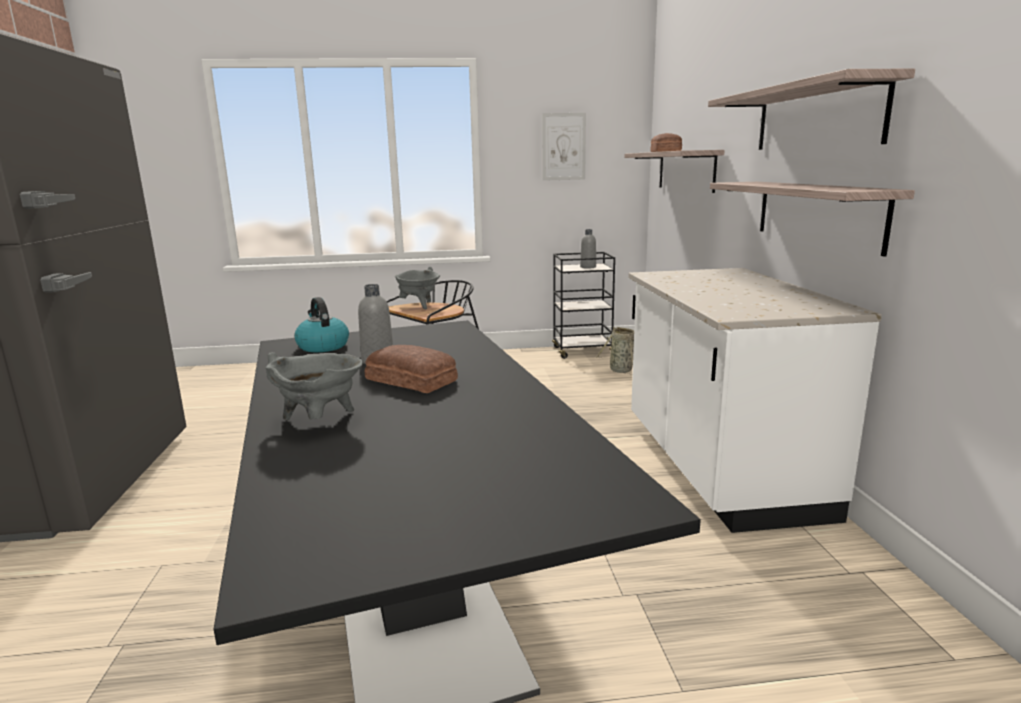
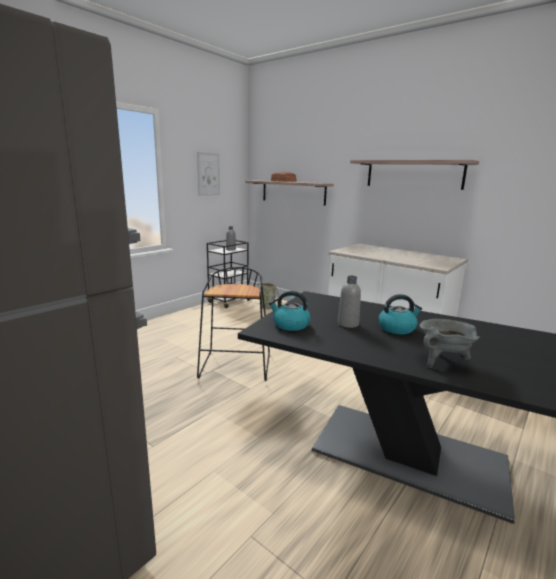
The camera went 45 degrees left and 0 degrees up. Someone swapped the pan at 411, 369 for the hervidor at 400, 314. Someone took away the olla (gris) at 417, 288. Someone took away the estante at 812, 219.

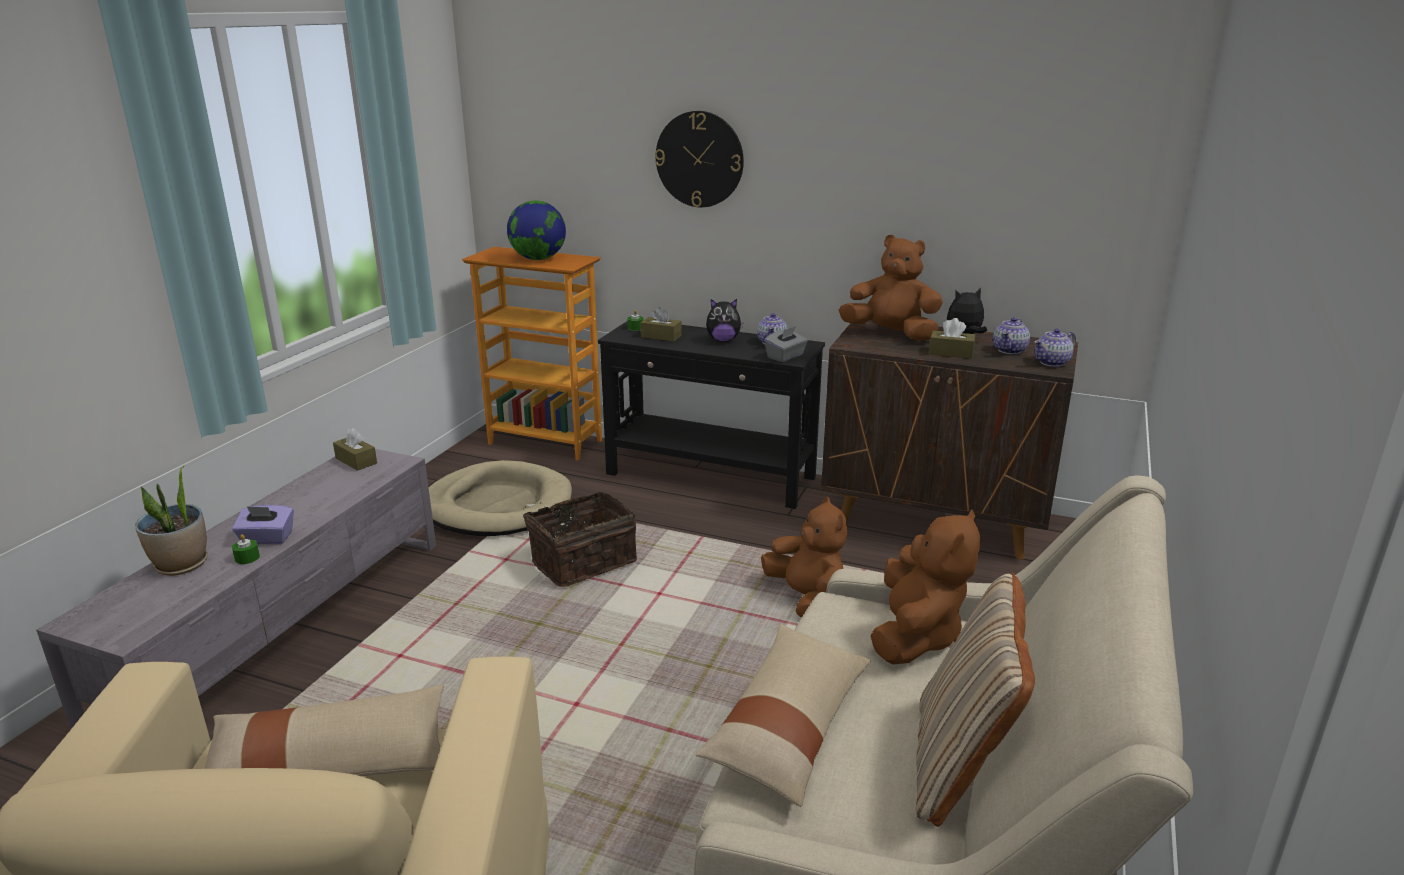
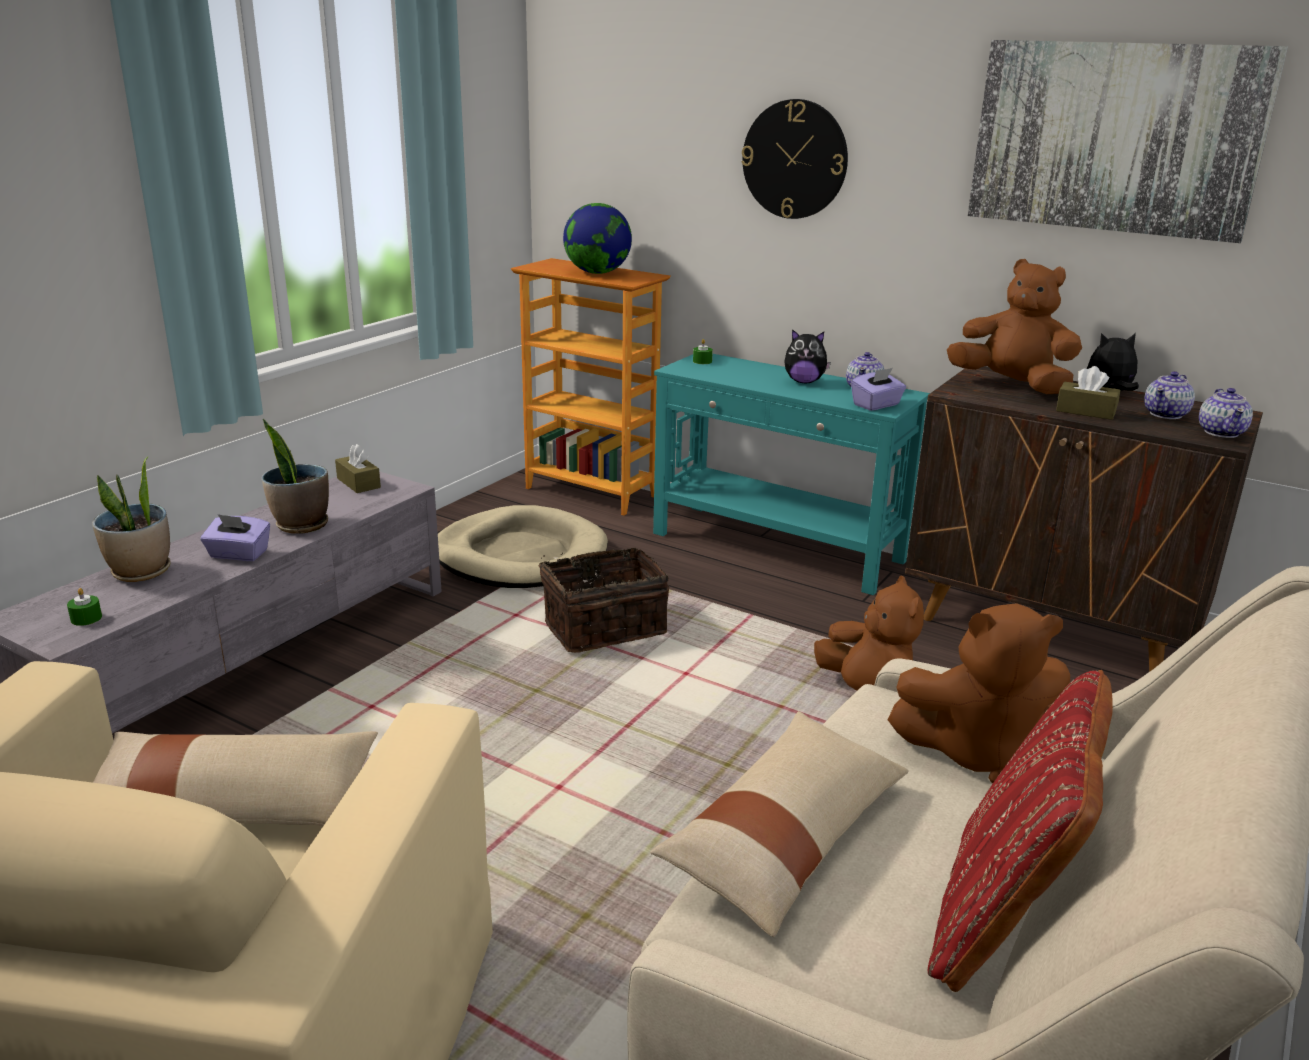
The camera went 10 degrees right and 0 degrees up. Someone carried the vela (verde) from 246, 549 to 84, 607. Someone put down the planta en maceta at 295, 476. Someone repainted the mesa consola (negro) at 711, 415, which became the mesa consola (turquesa) at 791, 474. Someone repainted the caja de pañuelos (gris) at 786, 344, which became the caja de pañuelos (morado) at 878, 389. Someone rotated the peluche (marrón) at 925, 587 by 60 degrees clockwise. Someone repainted the cojín (beis) at 975, 699, which became the cojín (rojo) at 1020, 831. Someone put up the cuadro at 1128, 141. Someone rotated the tetera at 1055, 347 by 60 degrees counterclockwise. Someone took away the caja de pañuelos (marrón) at 661, 324.

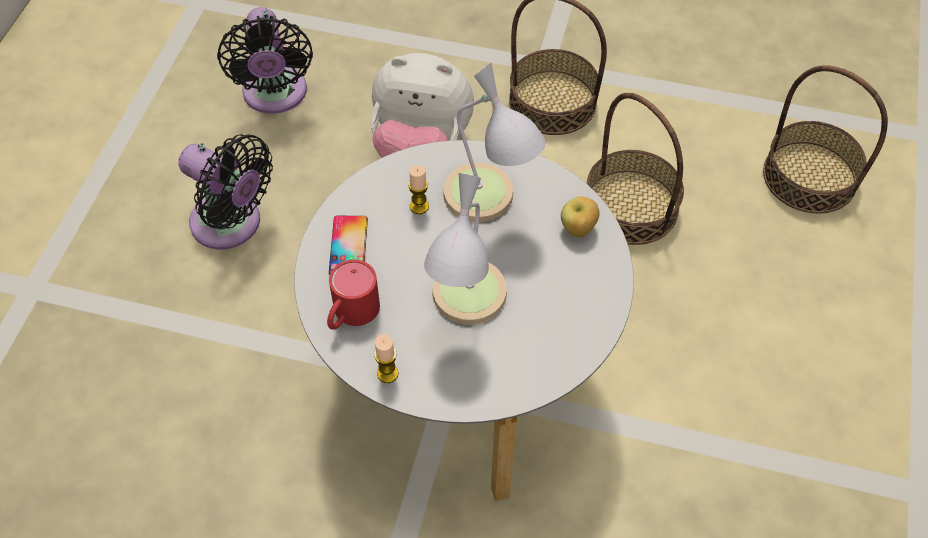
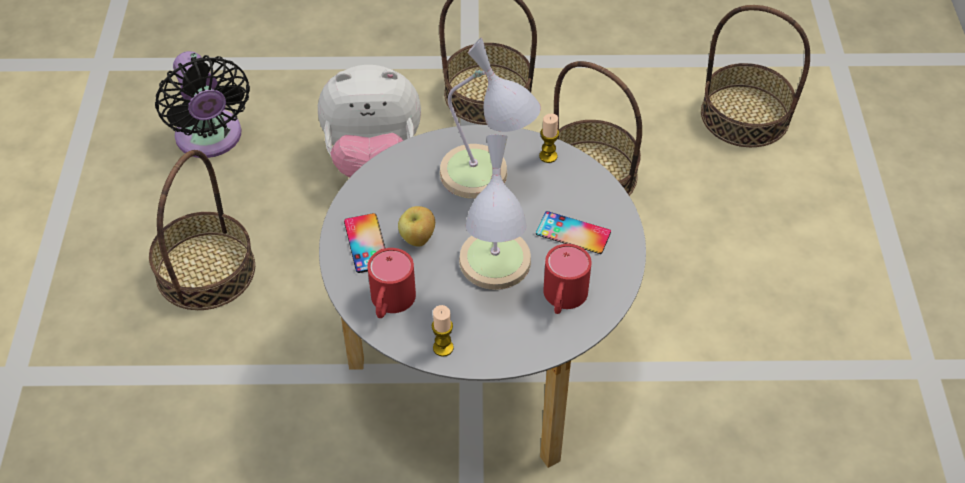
The camera went 15 degrees left and 5 degrees down. Someone swapped the ventilador (negro) at 225, 192 for the cesta at 202, 230. Someone carried the manzana from 580, 216 to 416, 226. Someone put down the móvil at 573, 232. Someone carried the vela from 418, 189 to 549, 138. Someone put down the taza grande (rojo) at 567, 279.

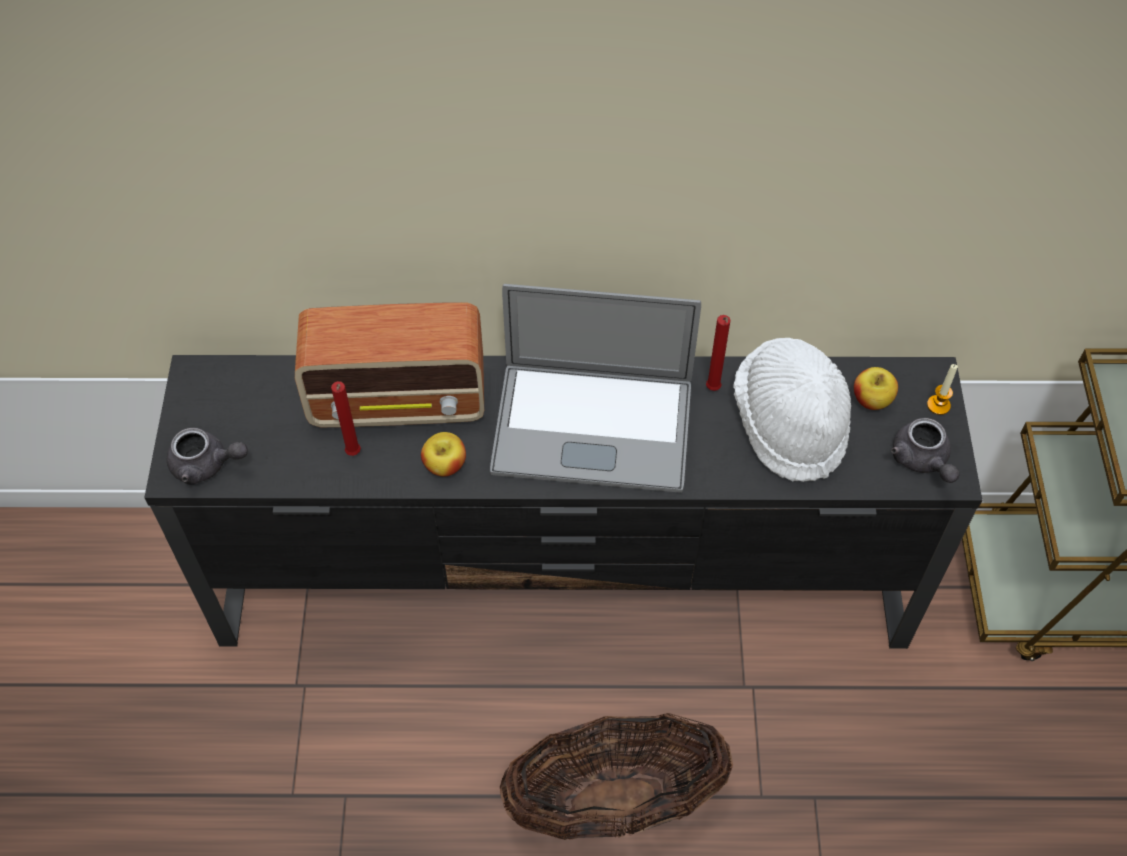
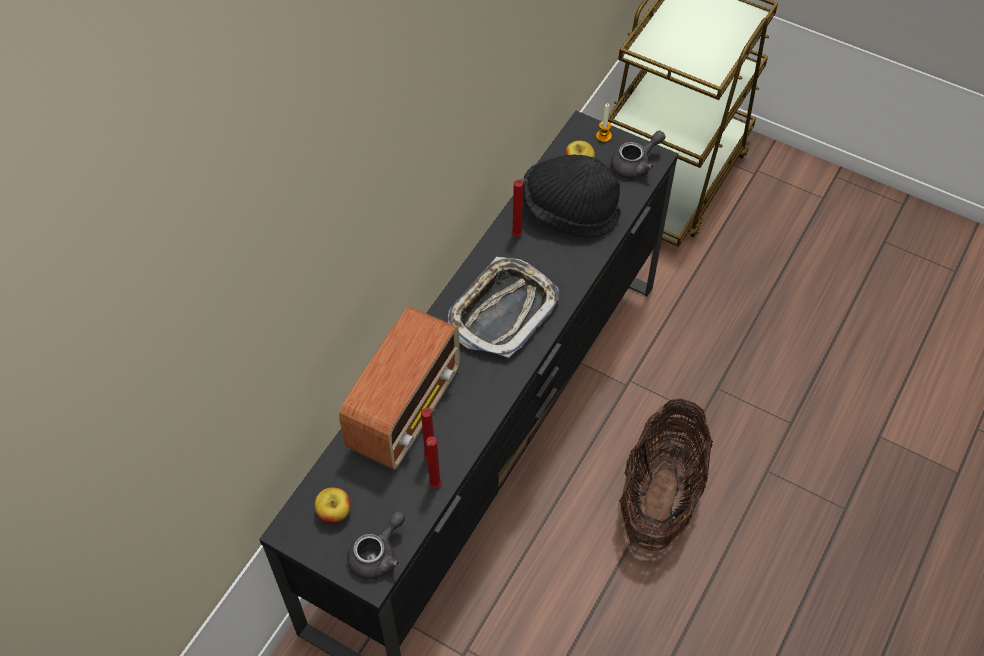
The camera went 60 degrees left and 0 degrees up. Someone carried the manzana from 443, 454 to 333, 505. Someone put down the vela (rojo) at 433, 462. Someone swapped the portátil at 595, 388 for the bandeja at 503, 307. Someone repainted the sombrero (blanco) at 792, 410, which became the sombrero (negro) at 572, 196. Someone rotated the tetera (gris) at 925, 450 by 45 degrees counterclockwise.

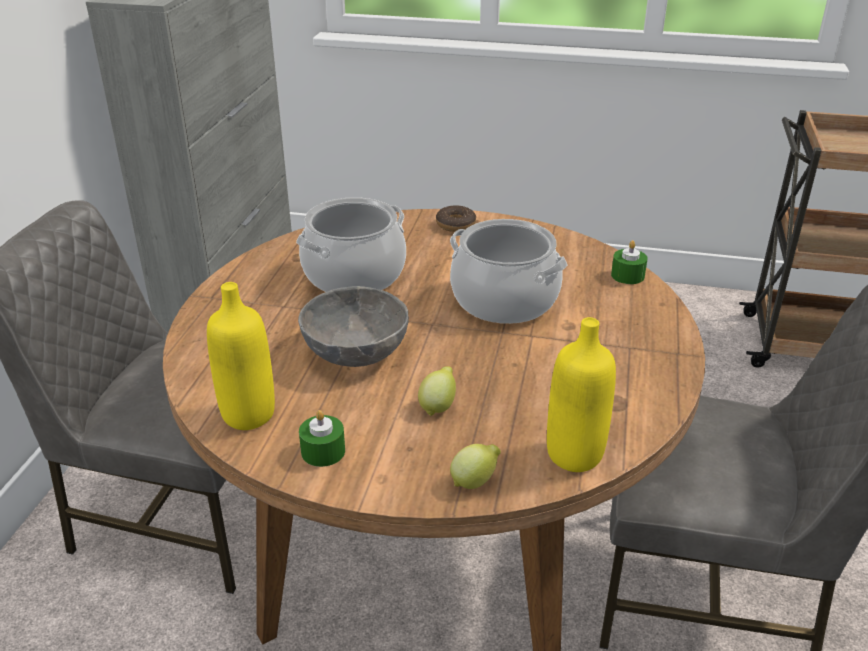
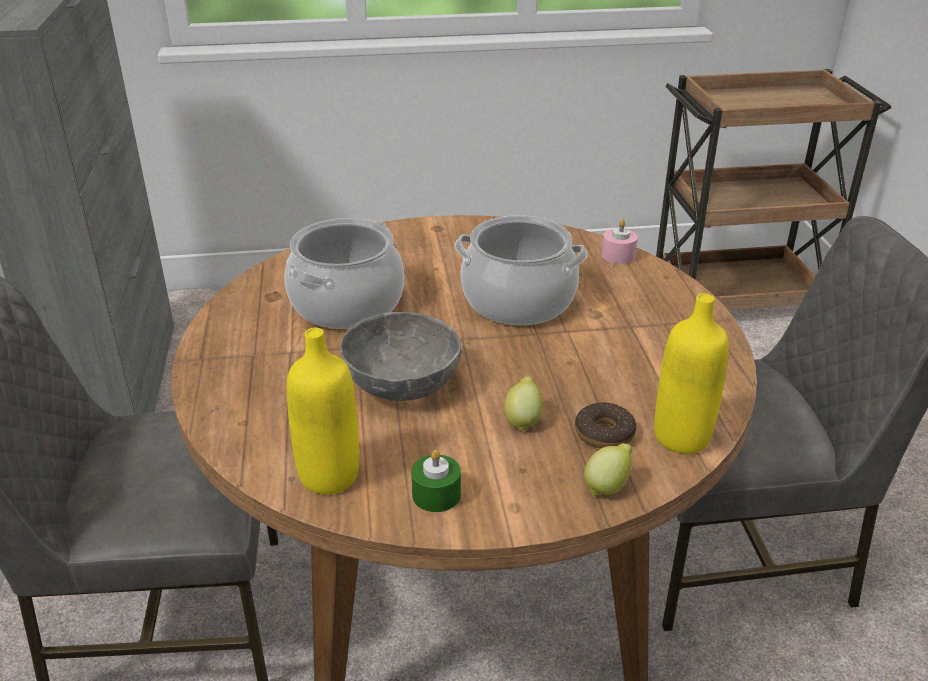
The camera went 20 degrees left and 0 degrees up. Someone carried the rosquilla from 456, 218 to 605, 425. Someone repainted the vela (verde) at 629, 262, which became the vela (rosa) at 620, 241.

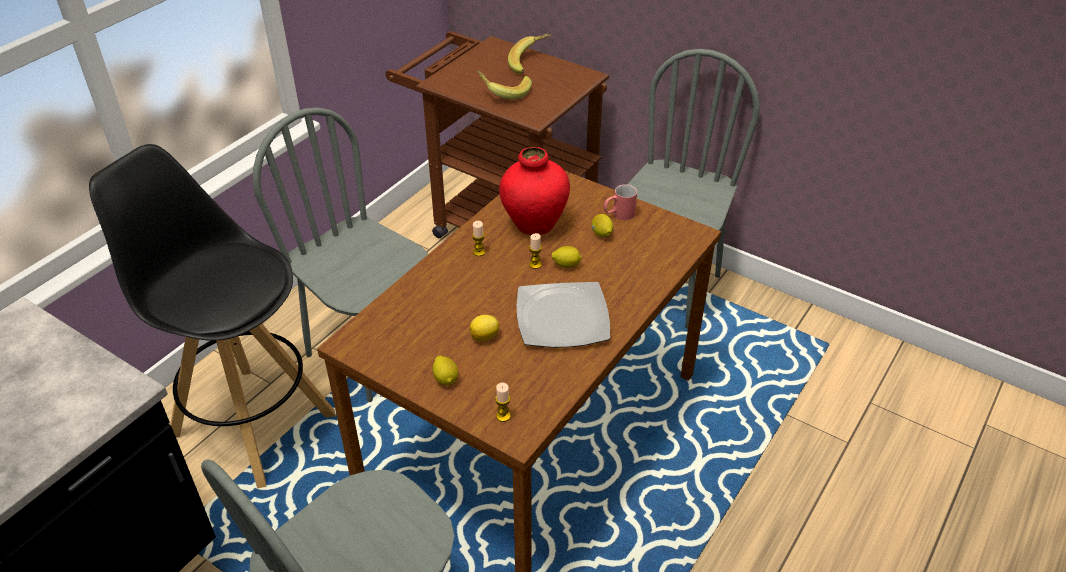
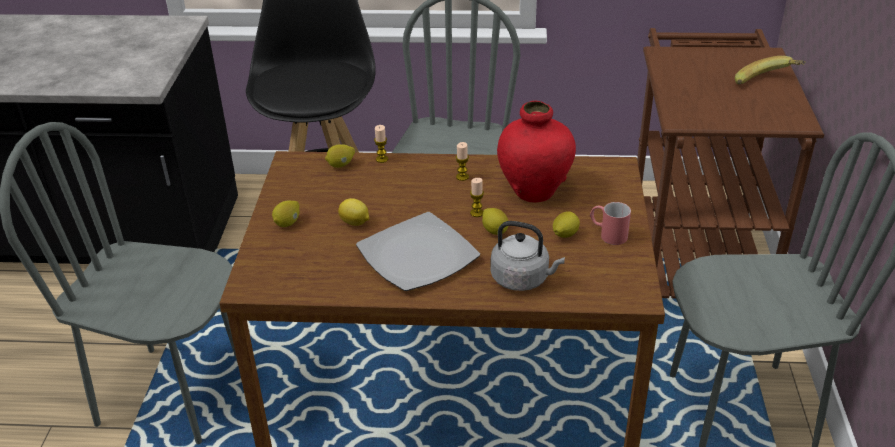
The camera went 60 degrees right and 5 degrees down. Someone put down the limón at 340, 156. Someone carried the vela from 503, 402 to 381, 144. Someone put down the hervidor (gris) at 528, 256. Someone took away the plátano at 504, 85.

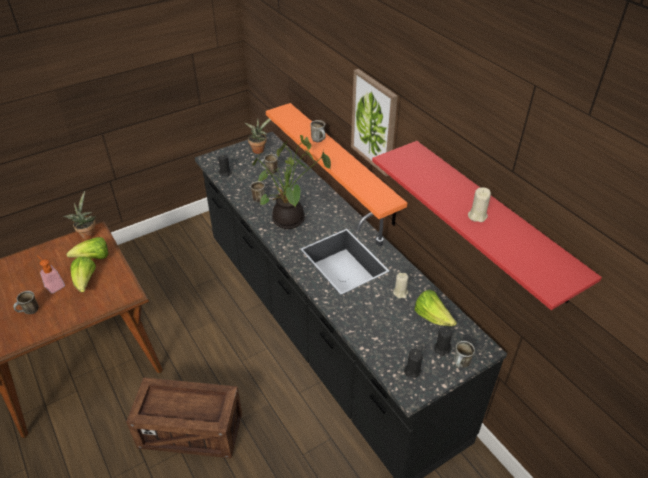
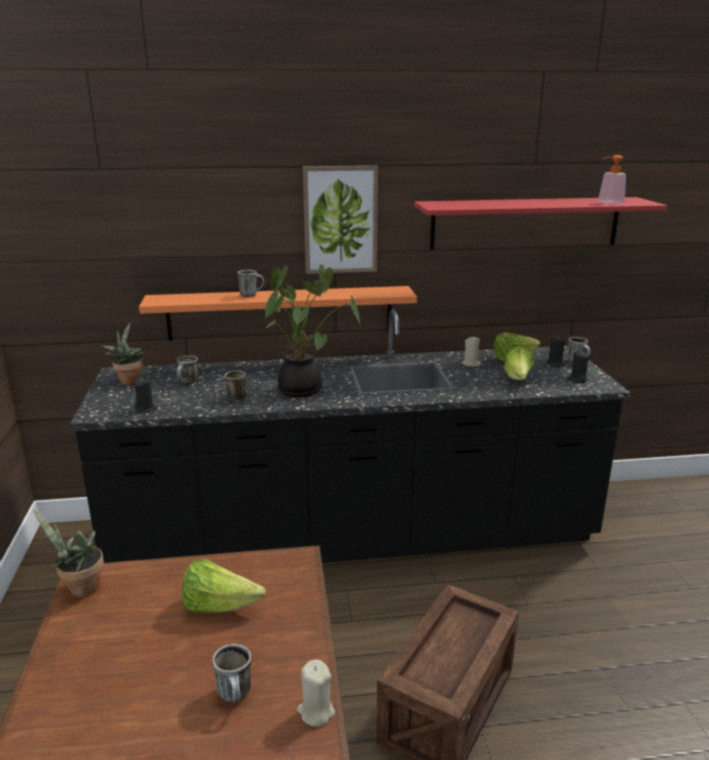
The camera went 65 degrees left and 20 degrees down. Someone carried the vela (beis) from 479, 204 to 316, 693. Someone carried the lechuga from 87, 248 to 519, 363. Someone carried the dispensador de jabón from 51, 274 to 612, 179.

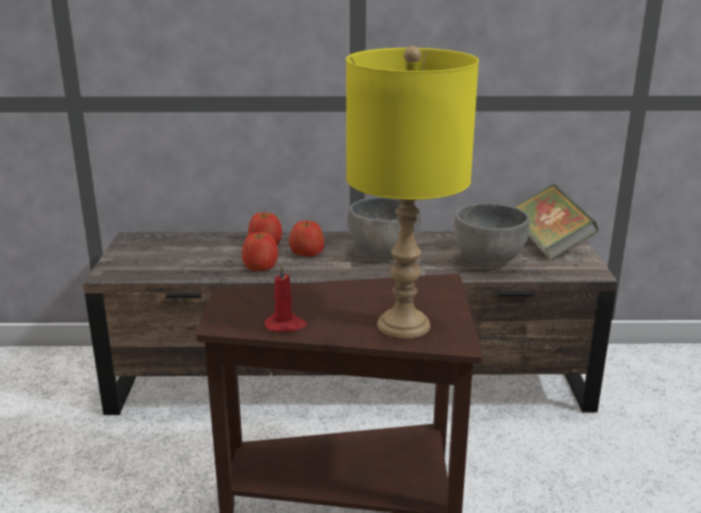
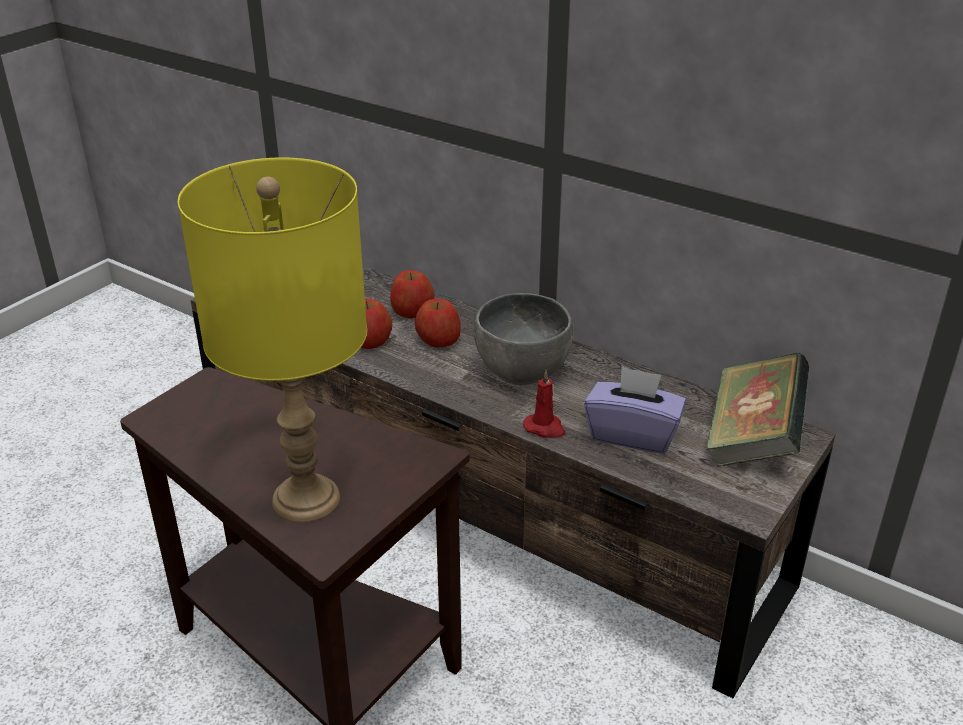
The camera went 35 degrees right and 10 degrees up. Someone carried the vela (rojo) from 286, 298 to 544, 404. Someone swapped the cuenco (gris) at 492, 235 for the caja de pañuelos (morado) at 635, 410.

